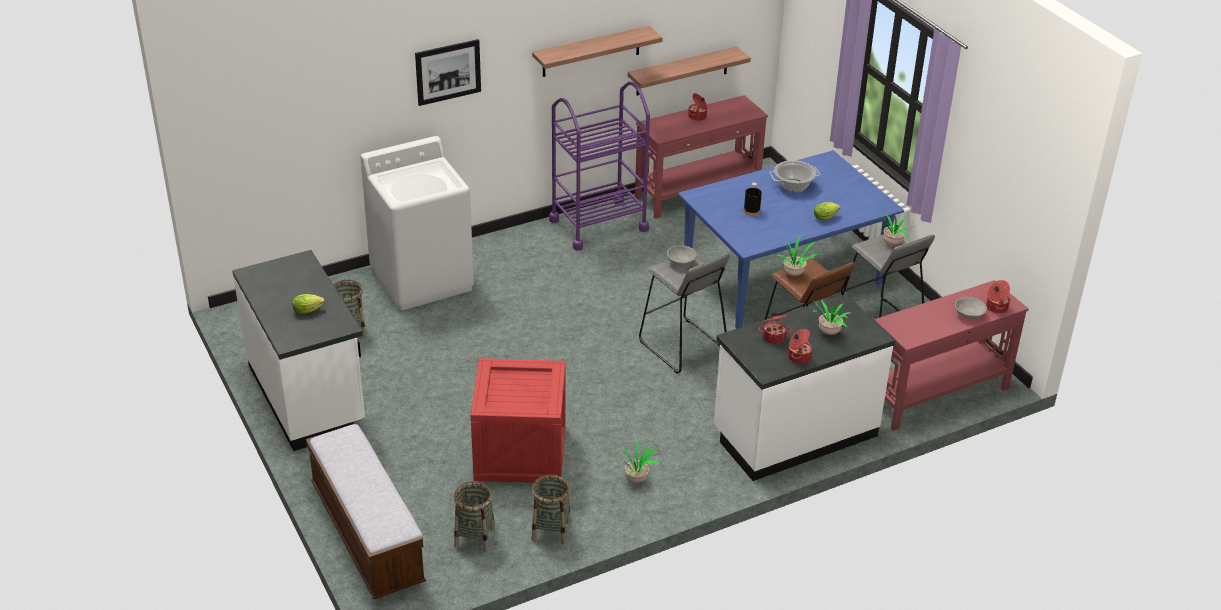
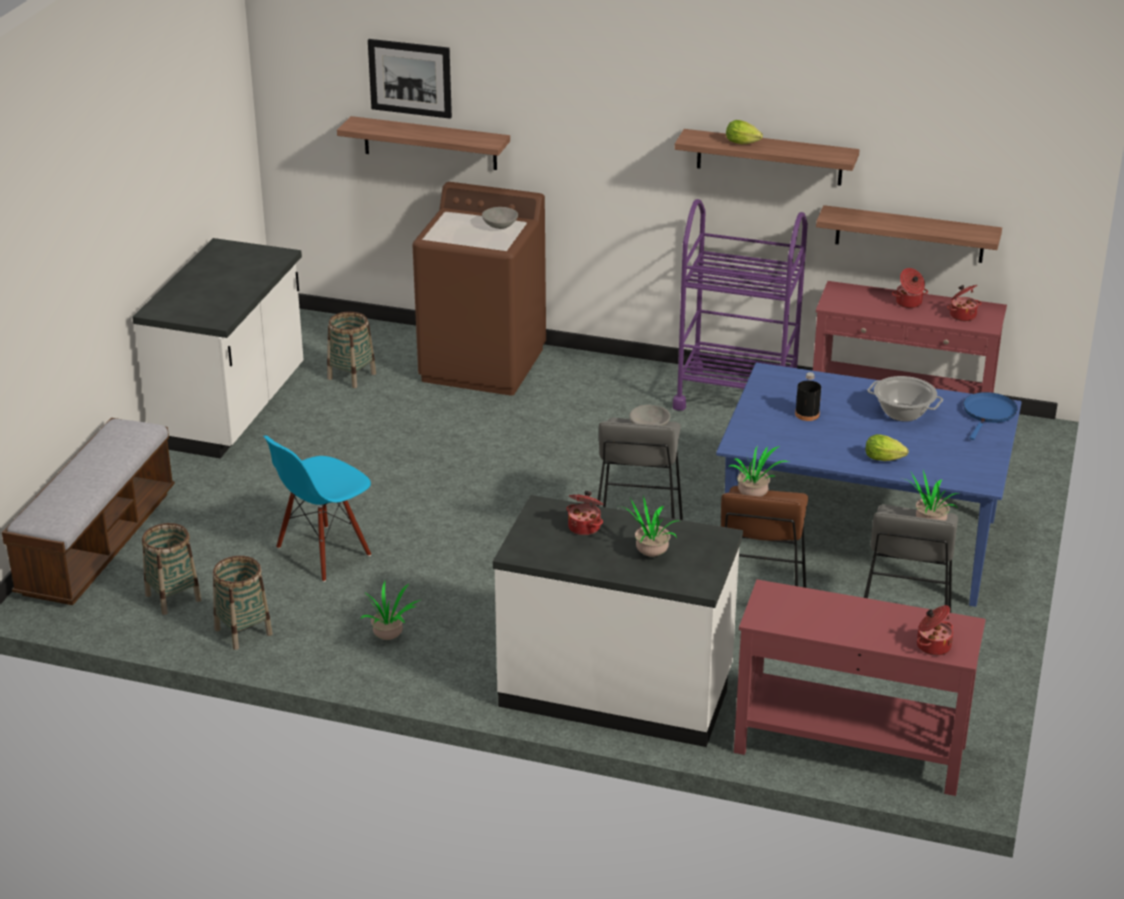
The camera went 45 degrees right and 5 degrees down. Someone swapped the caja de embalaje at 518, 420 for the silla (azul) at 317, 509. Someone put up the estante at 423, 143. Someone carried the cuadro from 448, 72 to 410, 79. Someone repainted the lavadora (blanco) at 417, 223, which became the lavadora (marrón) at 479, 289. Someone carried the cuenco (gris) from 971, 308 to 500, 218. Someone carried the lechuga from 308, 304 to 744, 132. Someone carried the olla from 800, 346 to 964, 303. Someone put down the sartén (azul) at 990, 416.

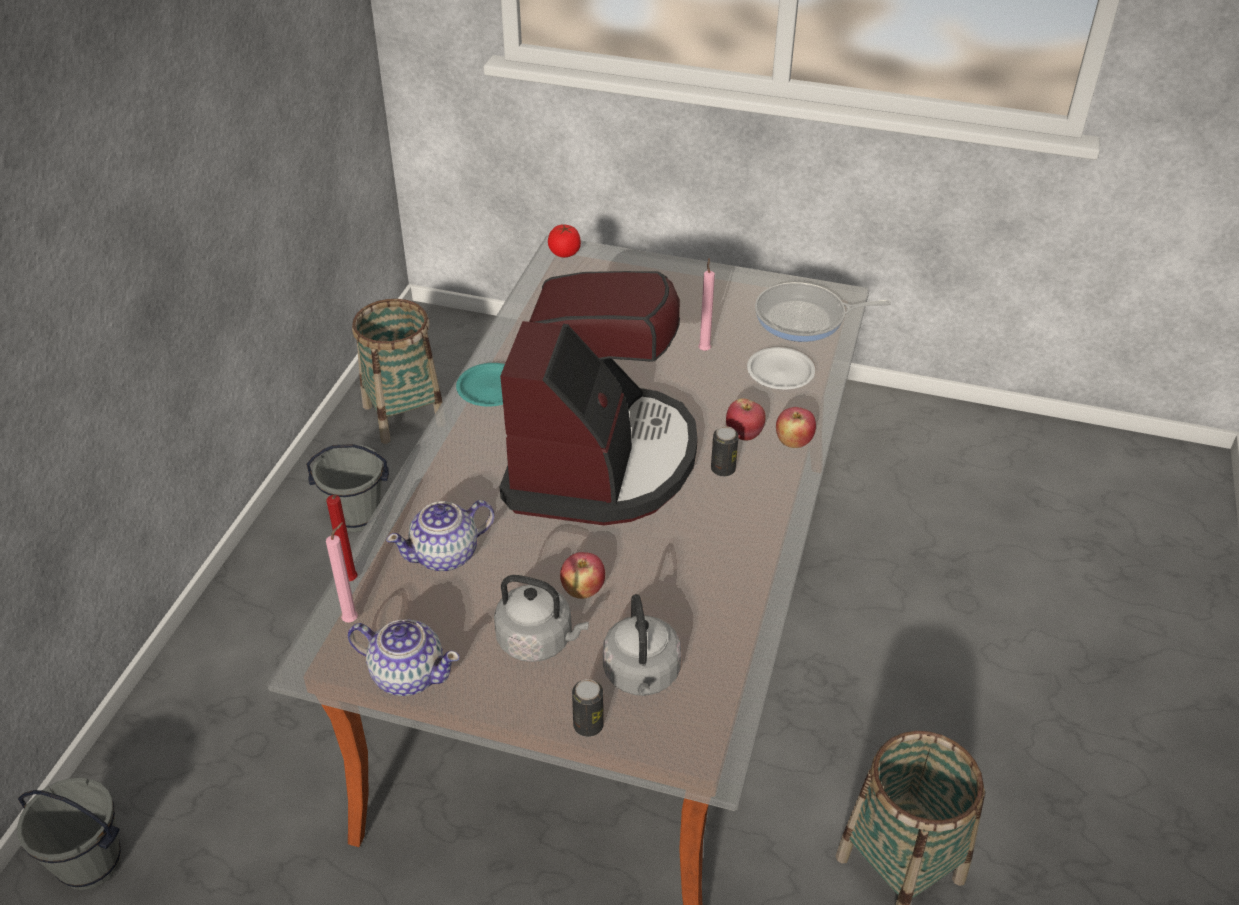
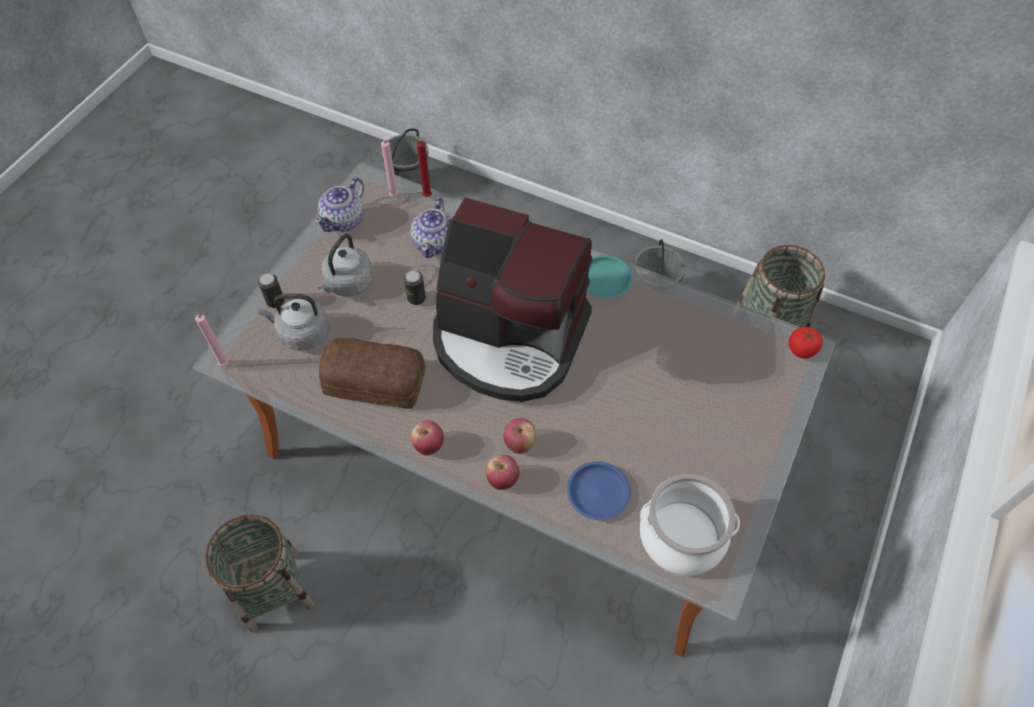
The camera went 100 degrees right and 15 degrees up. Someone carried the vela (rosa) from 706, 304 to 212, 339. Someone put down the pan at 372, 373. Someone carried the lata from 725, 451 to 415, 287. Someone rotated the tetera at 440, 535 by 150 degrees counterclockwise. Someone carried the manzana from 582, 575 to 427, 437. Someone repainted the plato (blanco) at 781, 368, which became the plato (azul) at 599, 490. Someone swapped the sartén at 823, 312 for the olla at 690, 524.

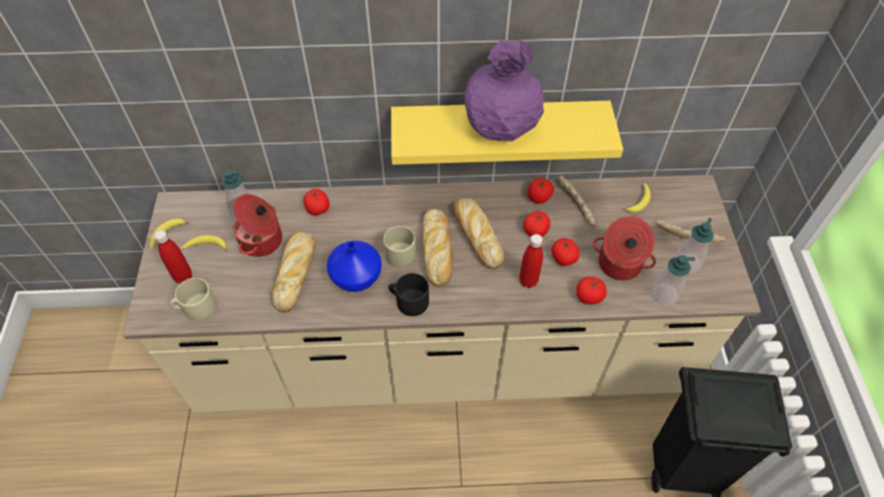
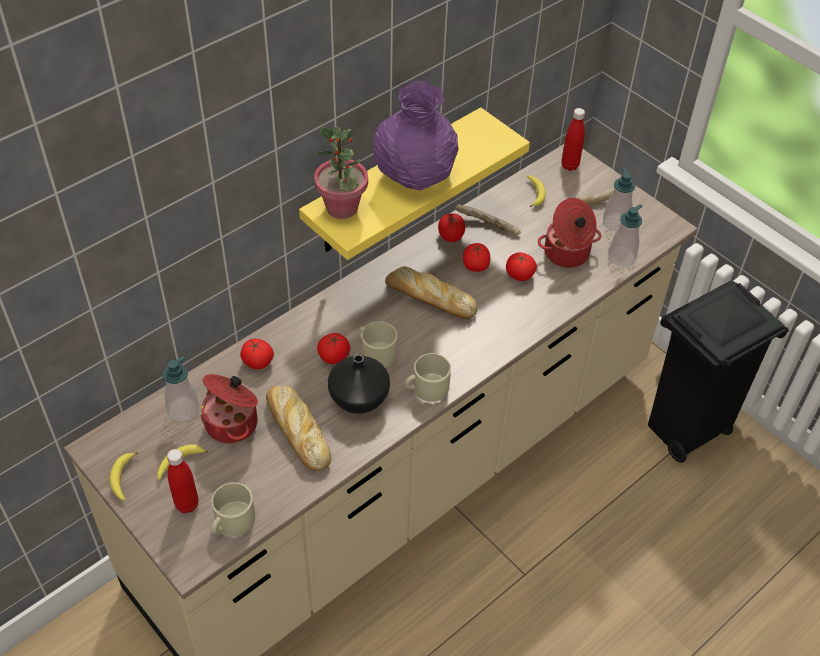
The camera went 40 degrees left and 5 degrees down. Someone put down the planta en maceta at 341, 172. Someone carried the tomate from 591, 291 to 333, 348. Someone repainted the florero (azul) at 354, 266, which became the florero (negro) at 359, 384. Someone repainted the taza grande (negro) at 409, 294, which became the taza grande (beis) at 428, 377. Someone carried the botella (rojo) from 531, 261 to 573, 139. Someone took away the pan at 438, 248.

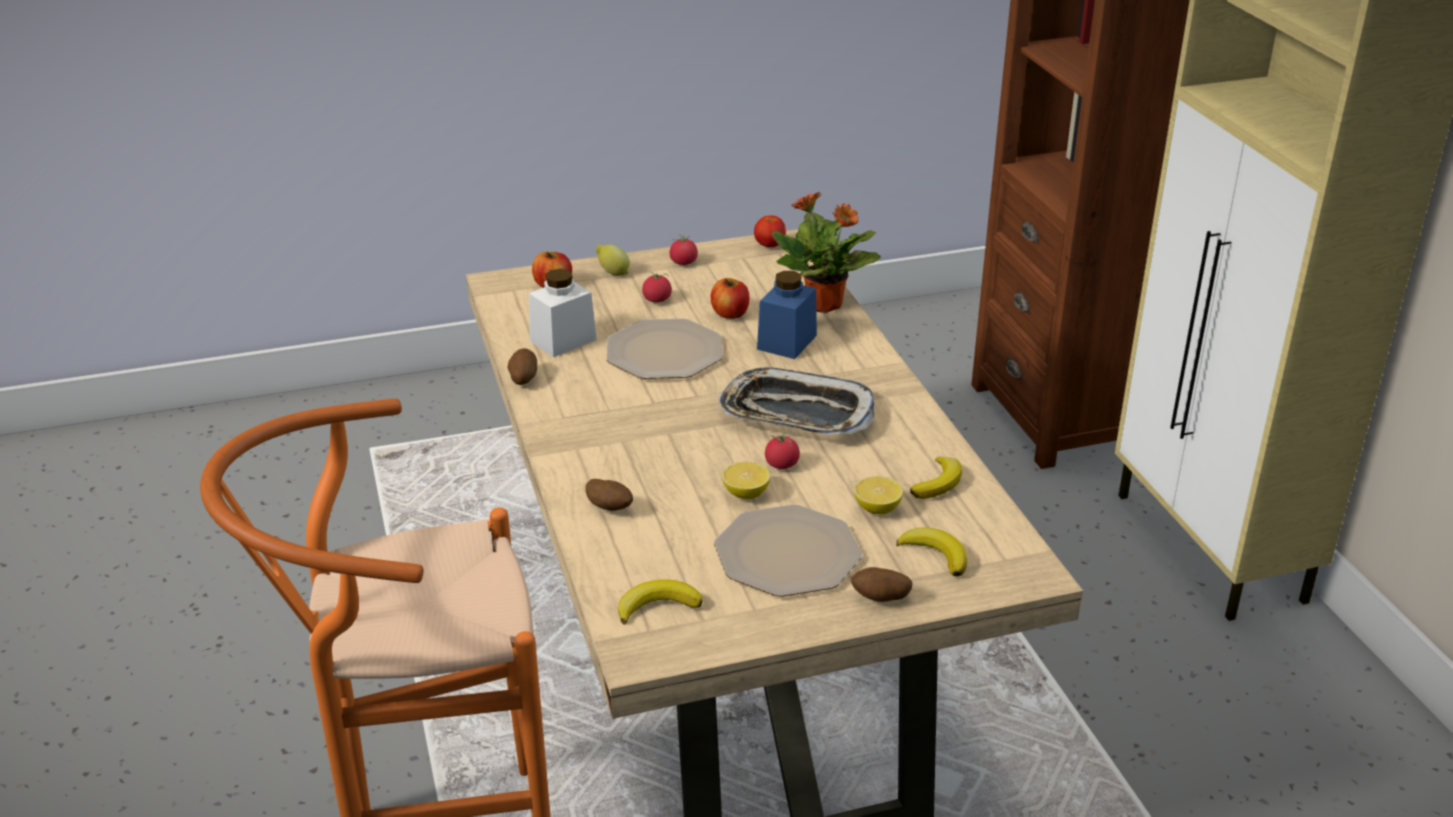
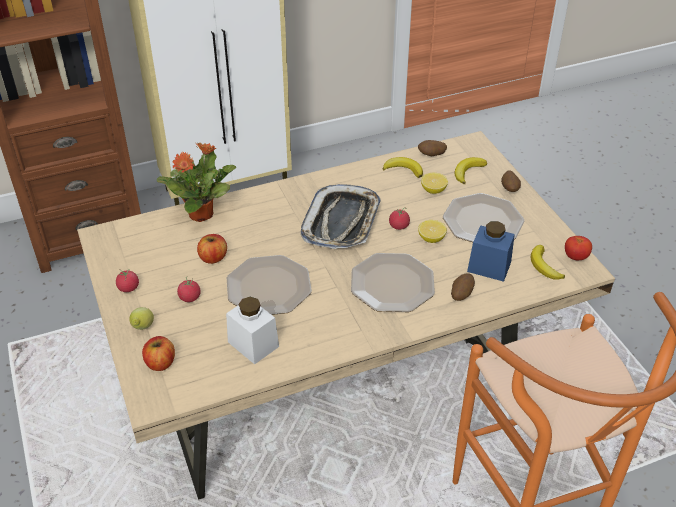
The camera went 95 degrees left and 10 degrees up. Someone put down the plato at 393, 282. Someone carried the patata from 522, 366 to 432, 148. Someone carried the tarro (azul) from 787, 315 to 491, 251. Someone carried the tomate from 770, 231 to 578, 248.

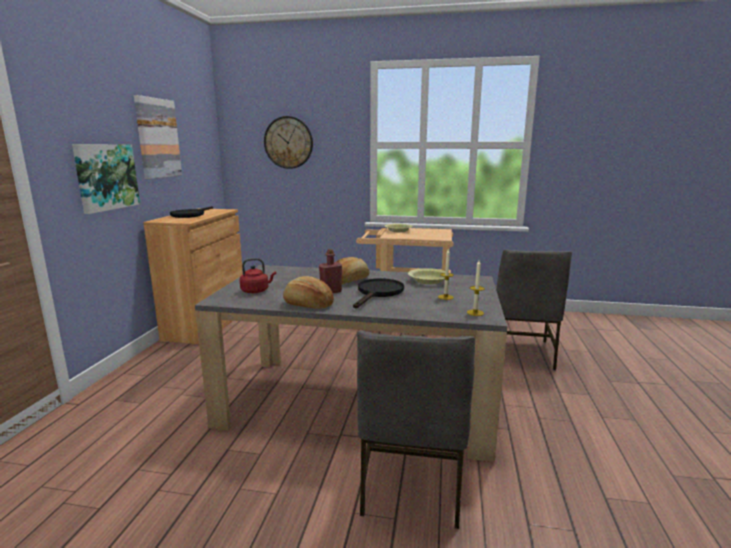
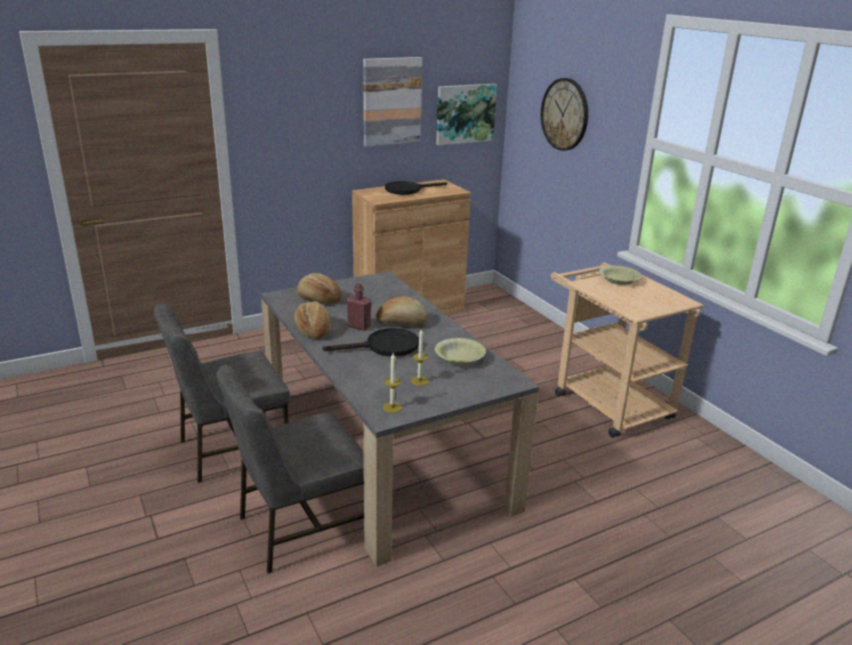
The camera went 50 degrees right and 10 degrees up. Someone carried the silla (gris) from 533, 310 to 222, 393. Someone swapped the hervidor (rojo) at 258, 275 for the pan at 319, 288. Someone carried the cuadro from 106, 179 to 466, 115.

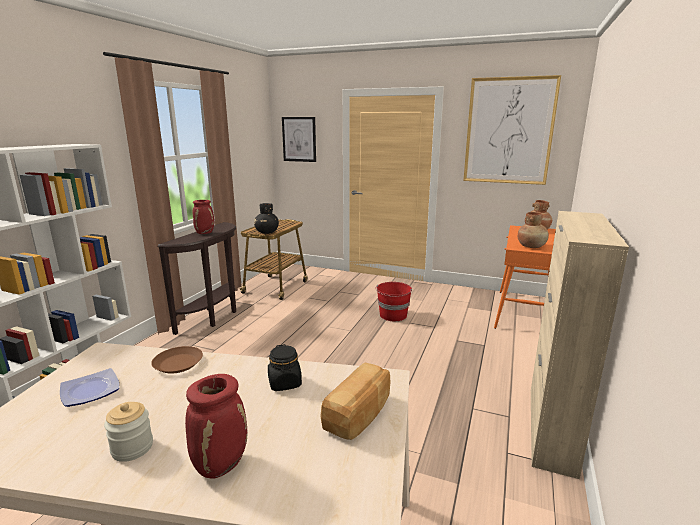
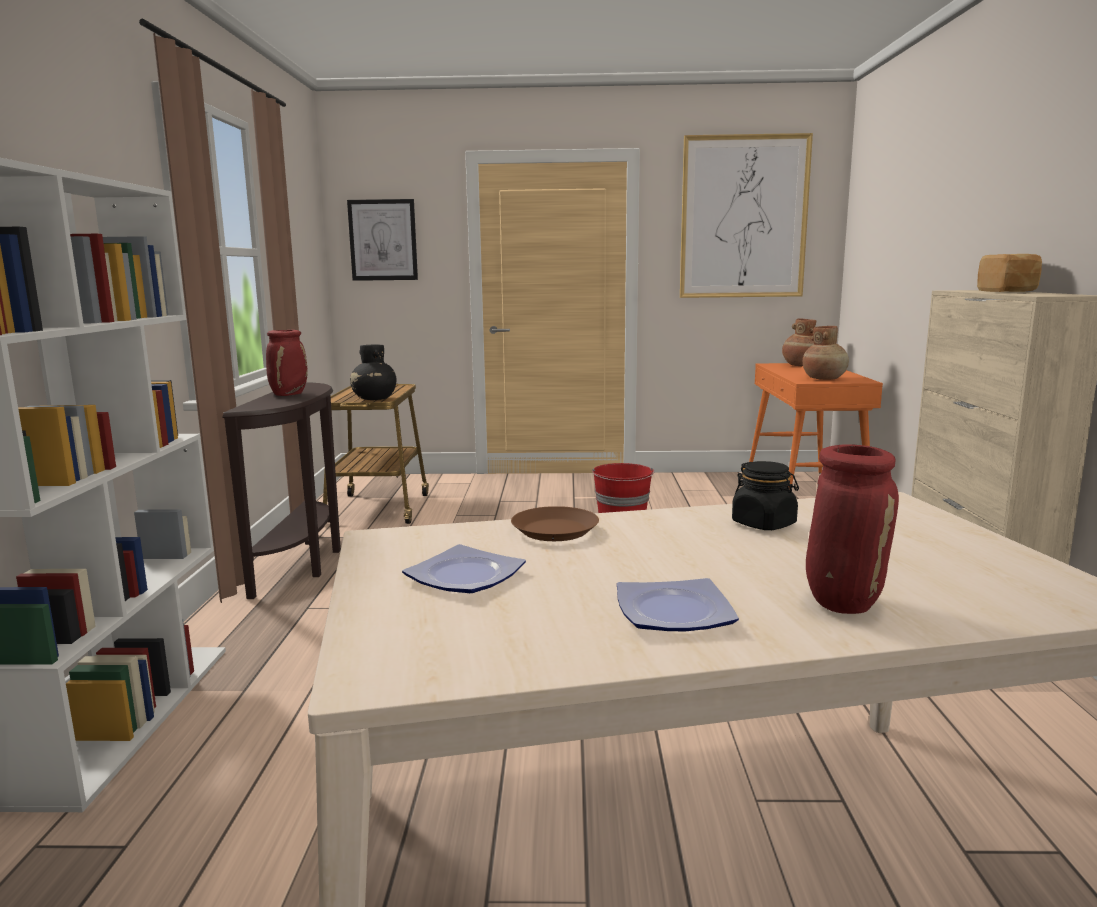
The camera went 20 degrees left and 5 degrees down. Someone swapped the tarro at 128, 432 for the plato at 678, 605. Someone carried the pan from 355, 401 to 1009, 273.

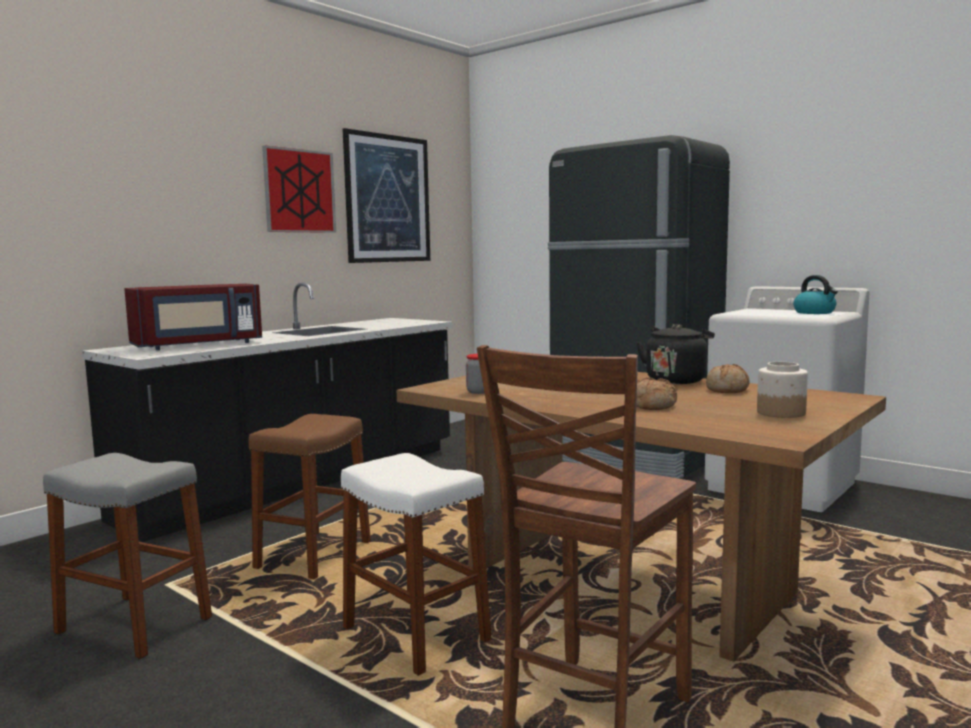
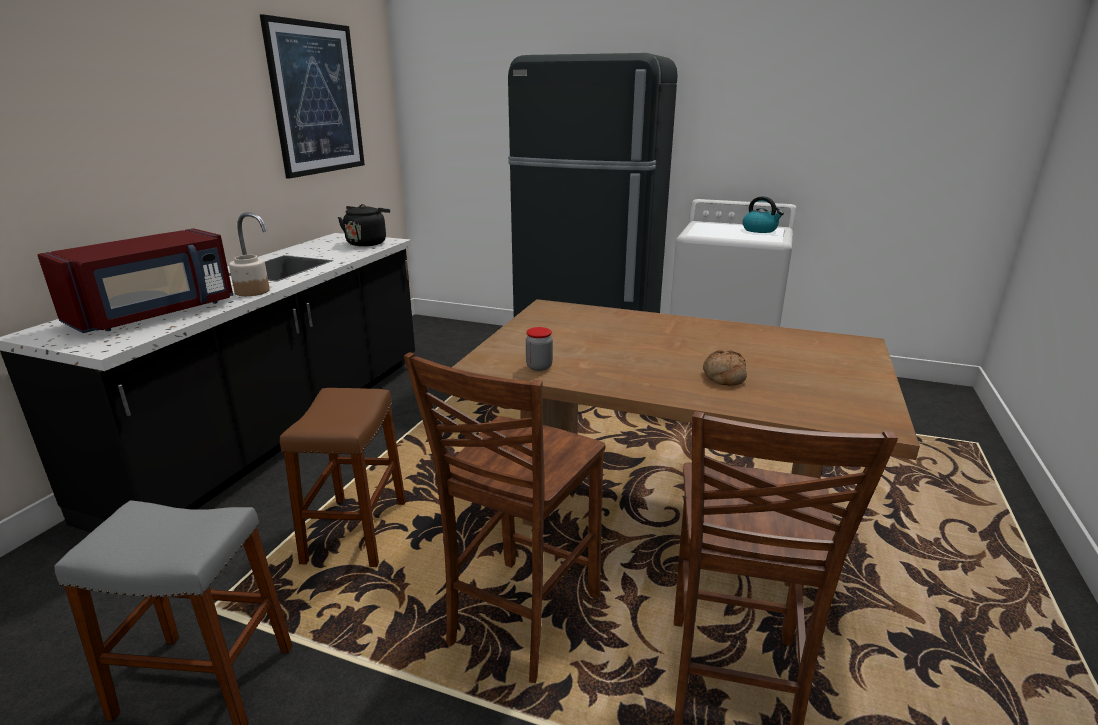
The camera went 20 degrees left and 15 degrees up. Someone carried the tarro from 782, 390 to 249, 275. Someone carried the hervidor (negro) from 675, 354 to 364, 225. Someone swapped the taburete (blanco) at 416, 564 for the silla (marrón) at 505, 517. Someone took away the cuadro at 299, 189. Someone took away the pan at 728, 378.

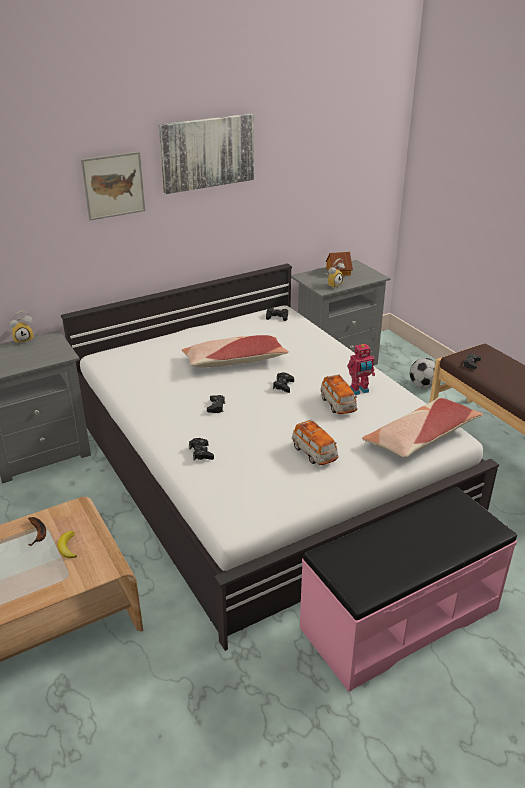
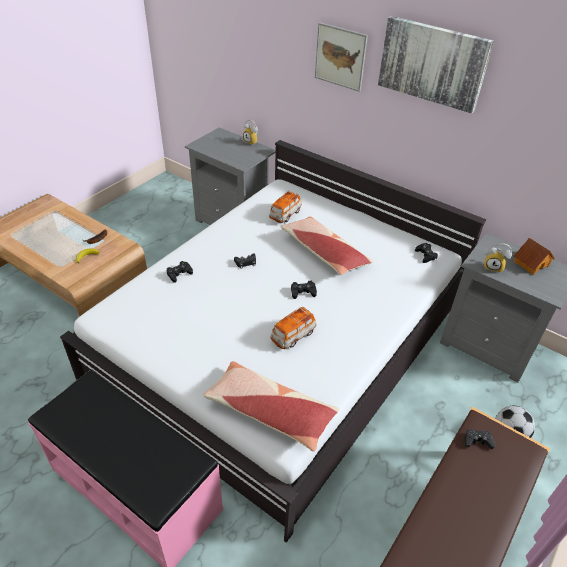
The camera went 65 degrees right and 10 degrees up. Someone carried the coche de juguete from 315, 442 to 285, 207. Someone took away the robot de juguete at 361, 369.

